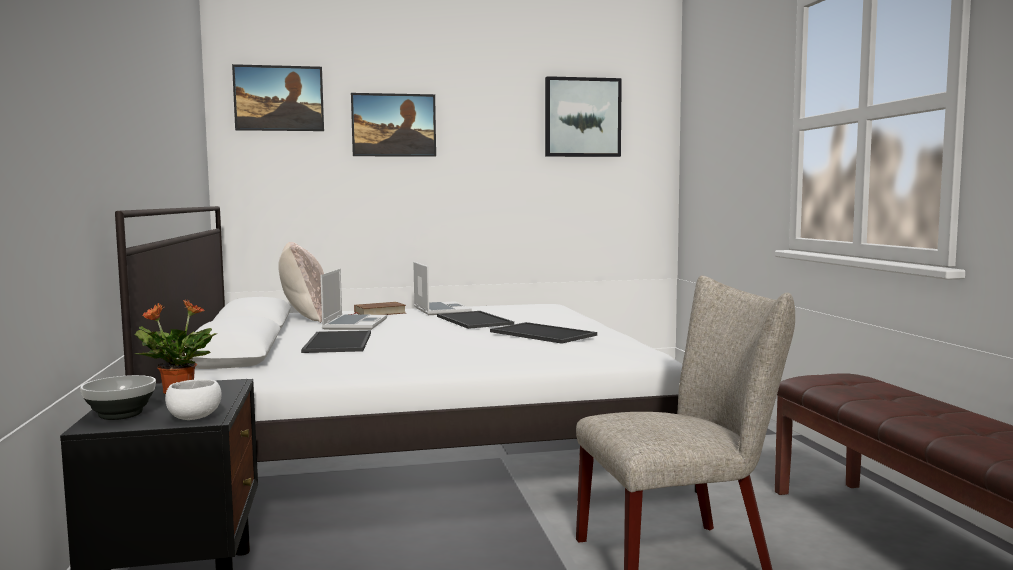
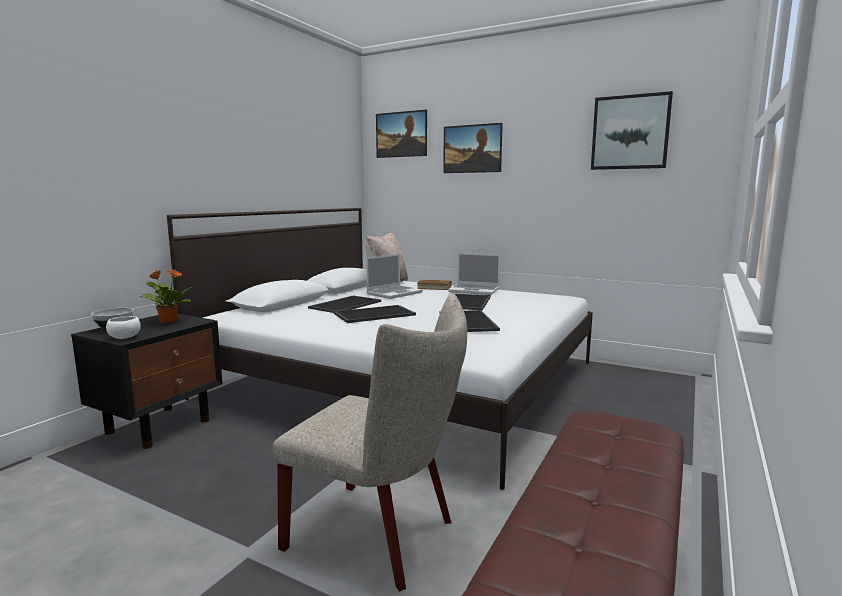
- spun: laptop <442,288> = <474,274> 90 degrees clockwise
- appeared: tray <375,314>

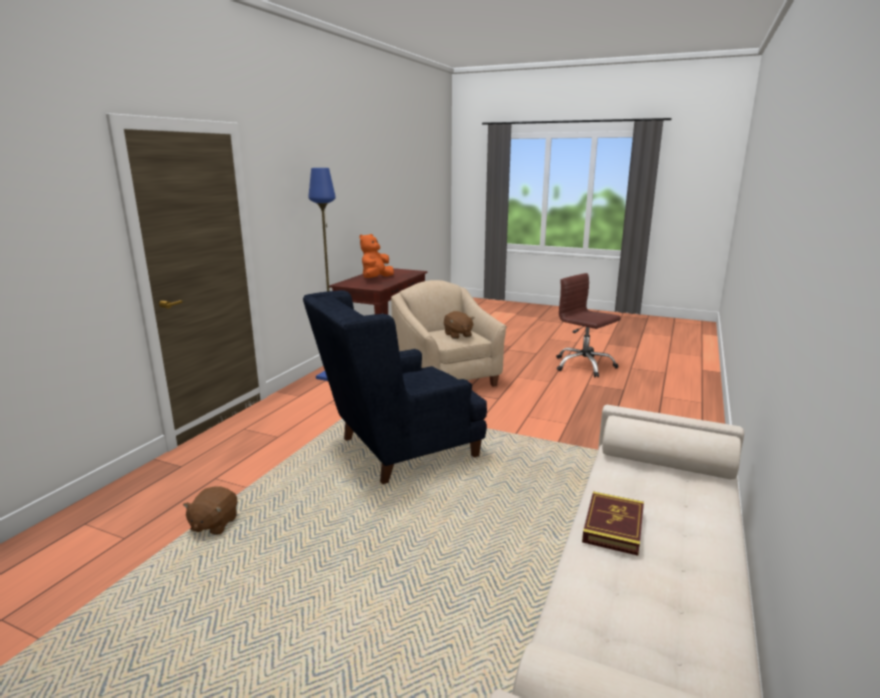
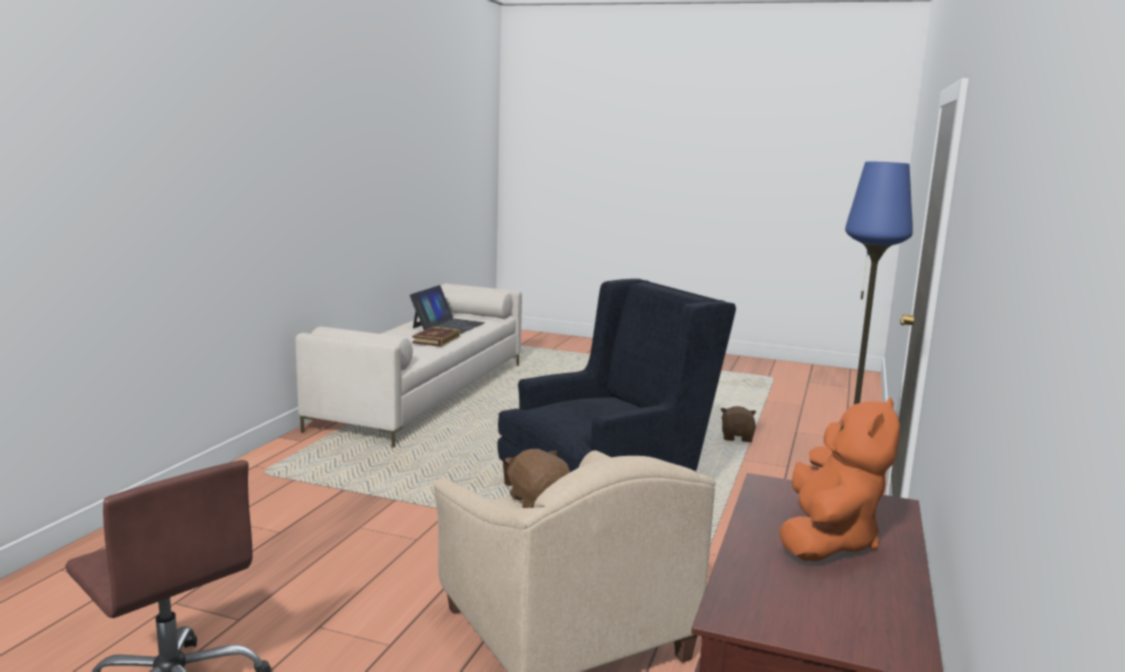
- appeared: laptop <447,309>

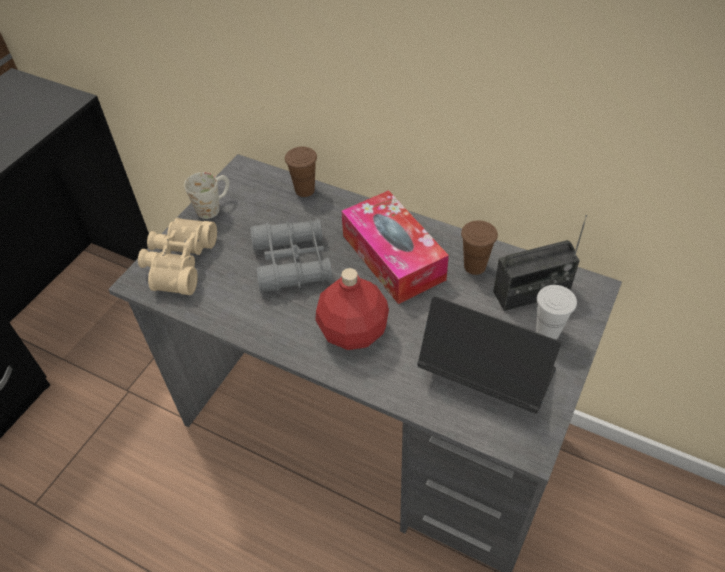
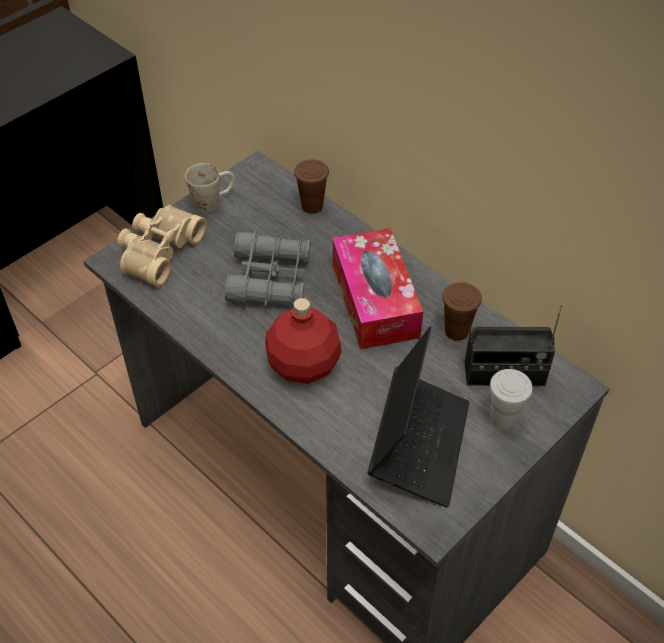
- spun: laptop <489,355> = <418,417> 60 degrees clockwise

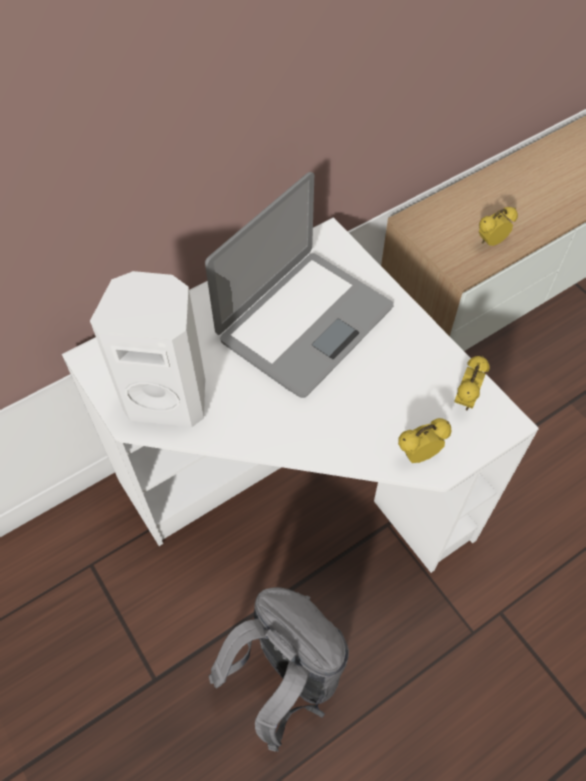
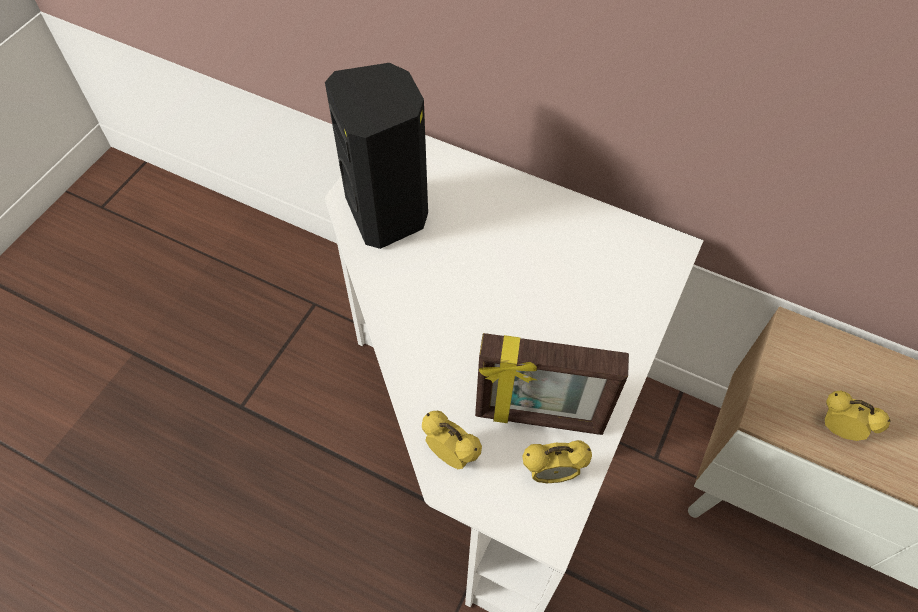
- colour: white speaker <147,349> to black speaker <376,156>
- missing: laptop <299,285>
- missing: grey backpack <279,669>
- appeared: picture frame <552,384>

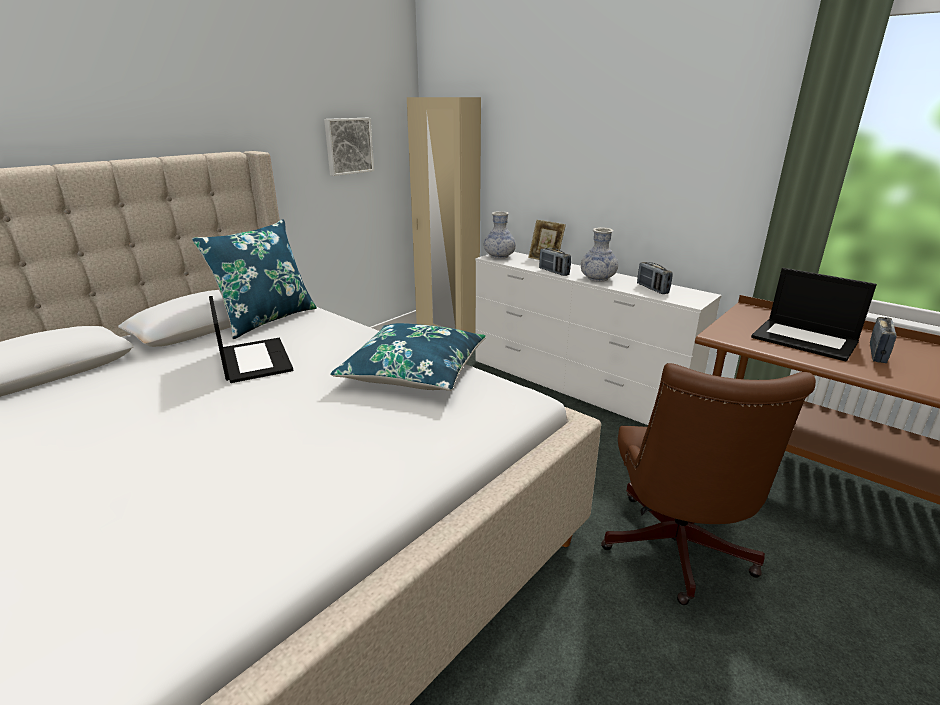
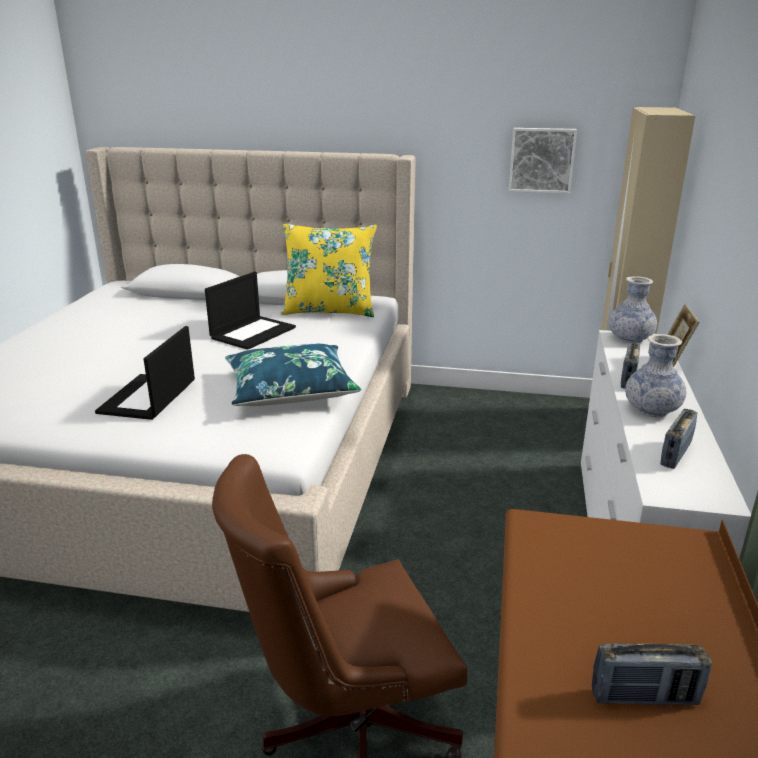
- colour: blue pillow <254,279> to yellow pillow <329,270>
- relocated: laptop <814,315> to <145,373>

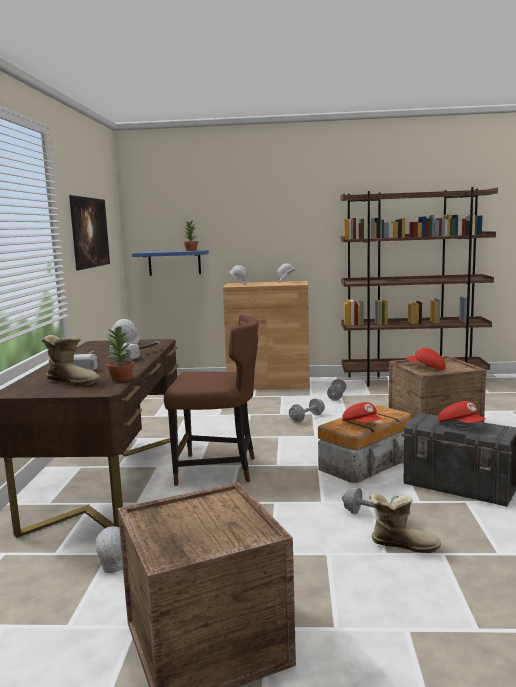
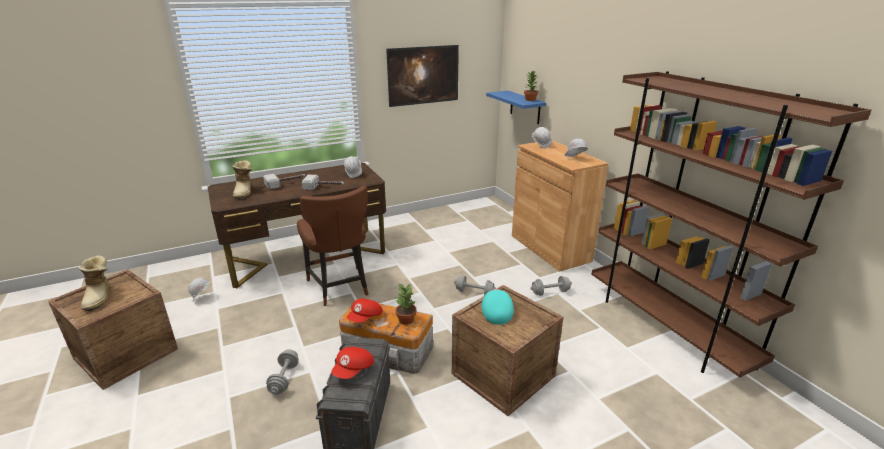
- relocated: potted plant <120,354> to <406,304>
- relocated: boot <405,523> to <93,283>
- colour: red cap <426,359> to turquoise cap <498,307>

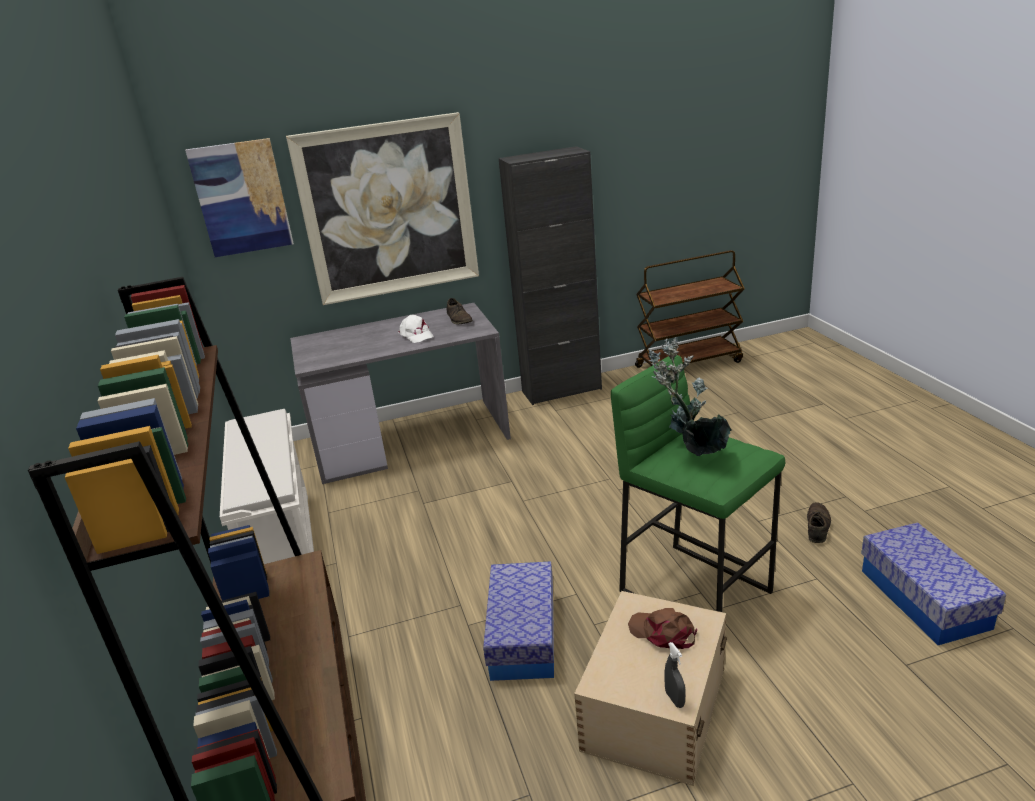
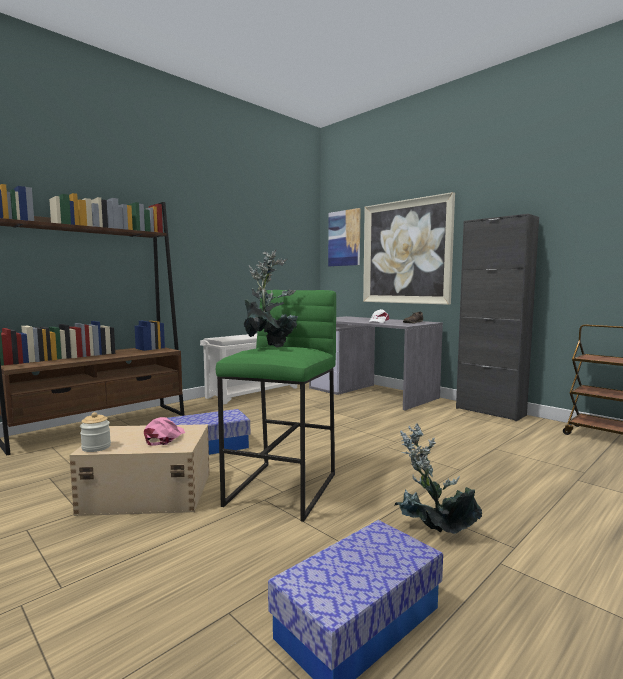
- colour: brown cap <662,628> to pink cap <164,431>
- exchanged: grey spray bottle <675,675> to jar <95,432>
- exchanged: brown shoe <819,522> to potted plant <438,479>

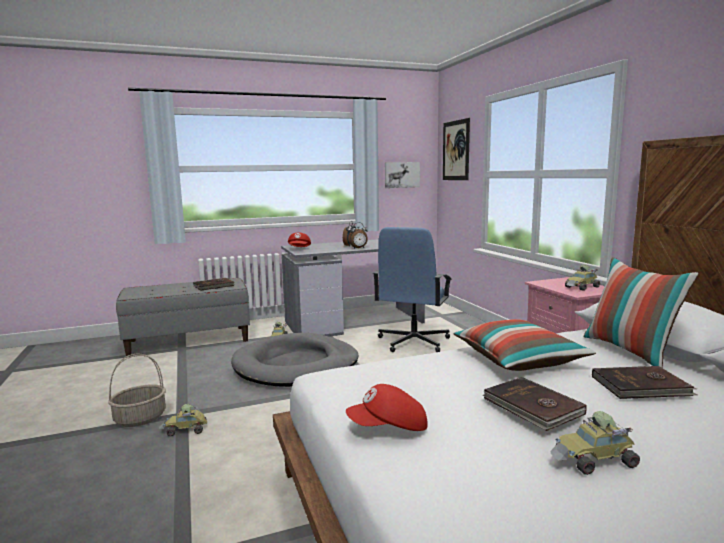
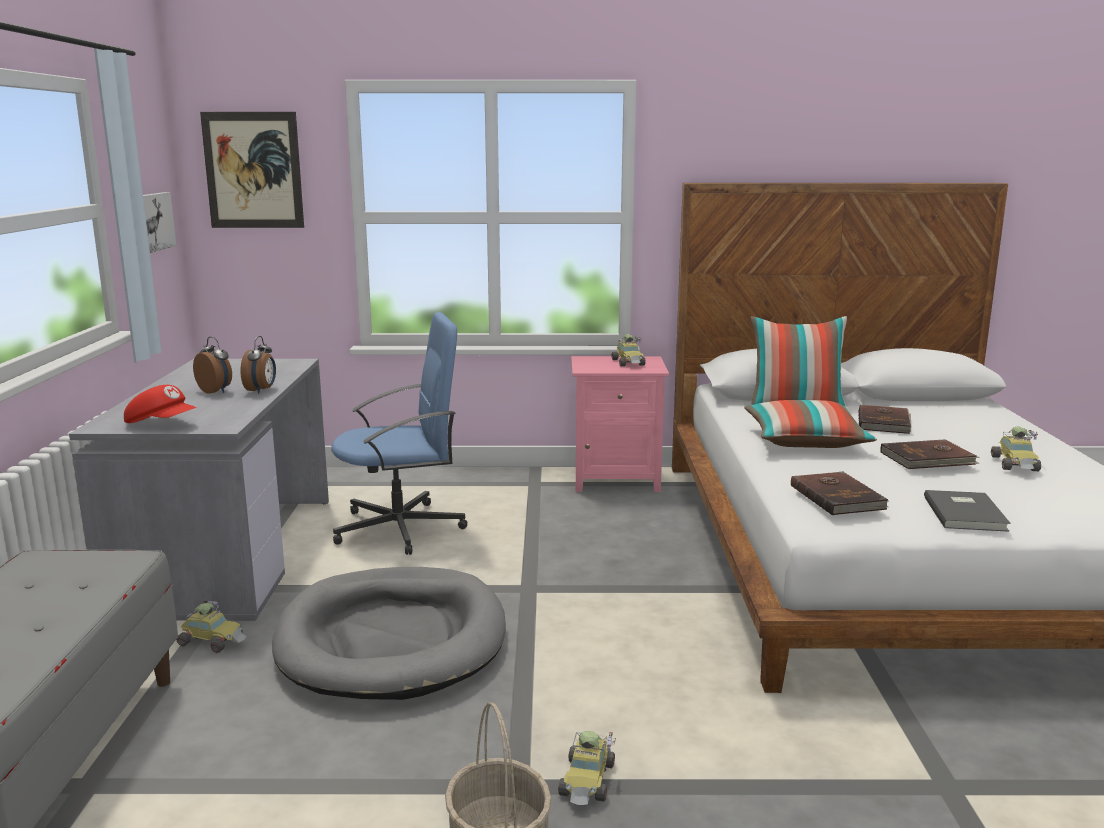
- relocated: brown book <214,284> to <840,493>
- exchanged: red cap <387,407> to grey book <967,511>
- spun: blue office chair <412,289> = <399,433> 60 degrees counterclockwise

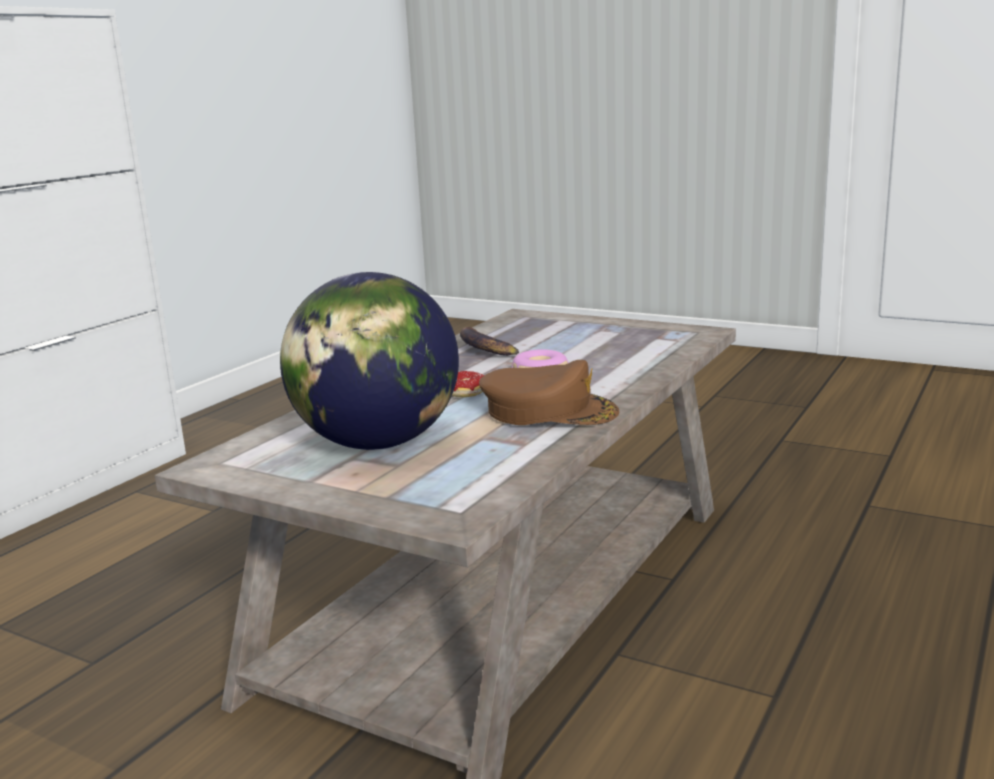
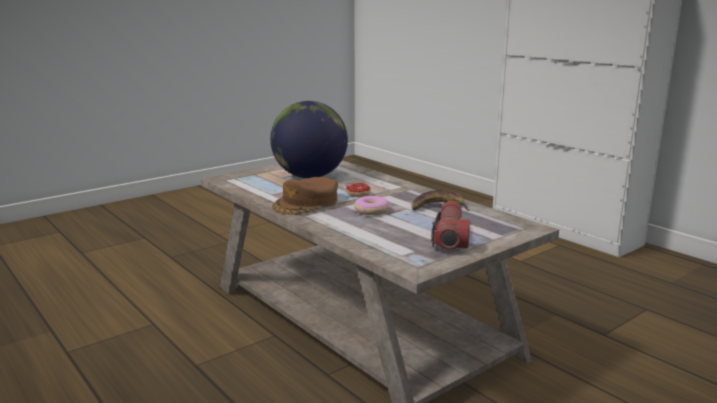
- appeared: flashlight <450,225>

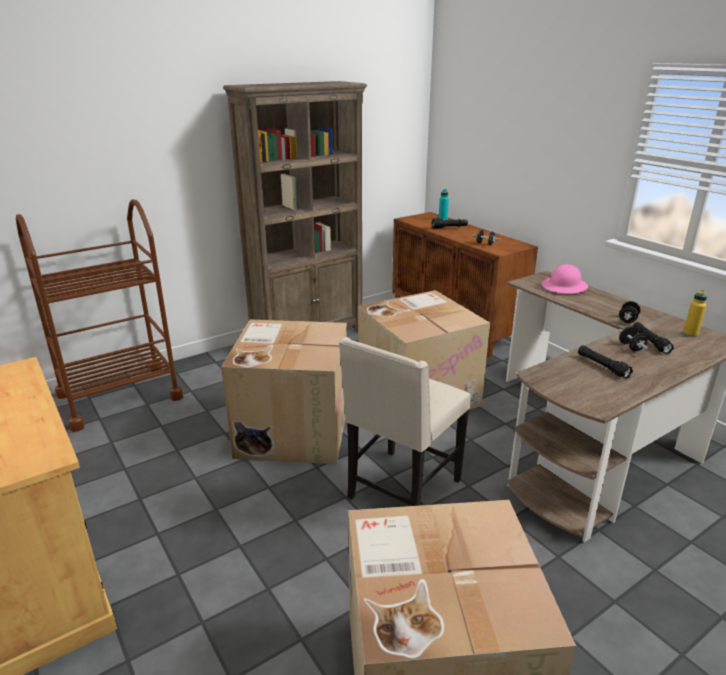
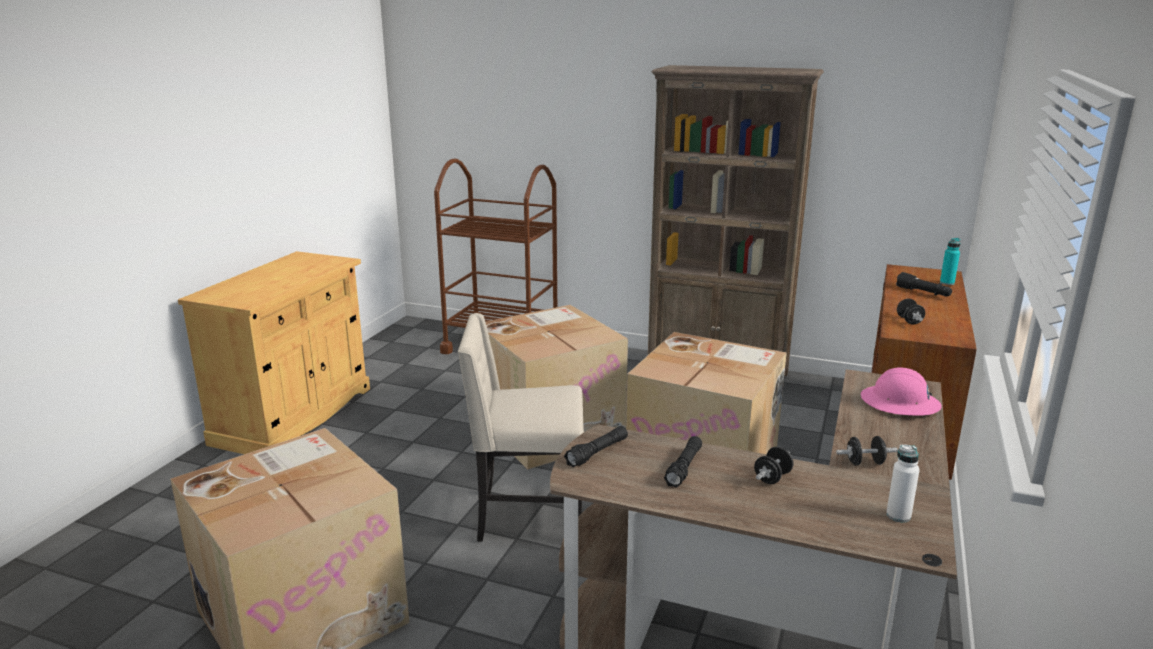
- relocated: black flashlight <653,338> to <596,446>
- colour: yellow bottle <695,313> to white bottle <903,483>

